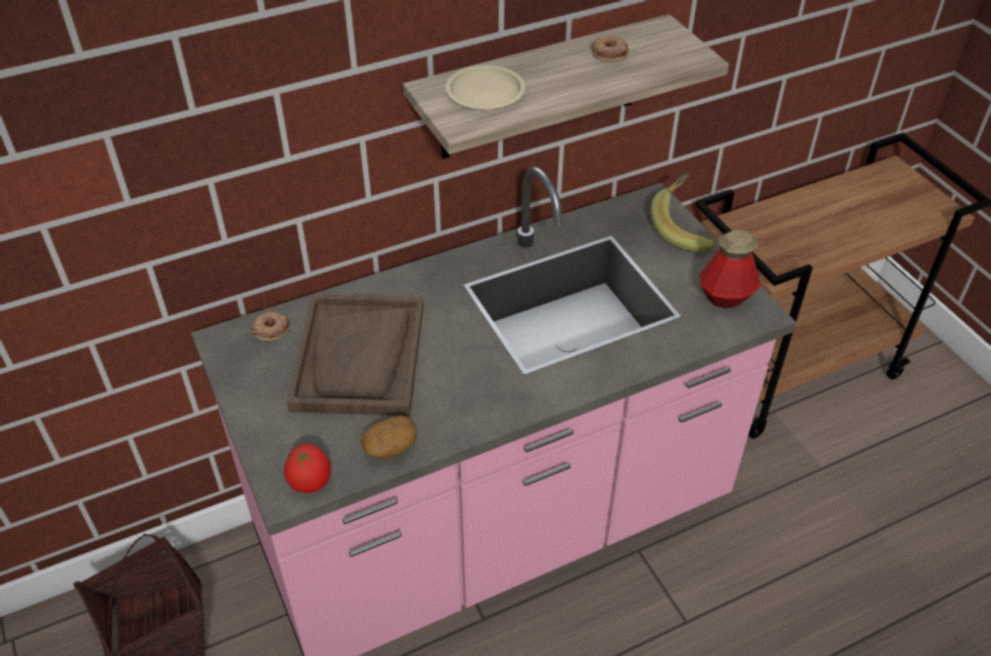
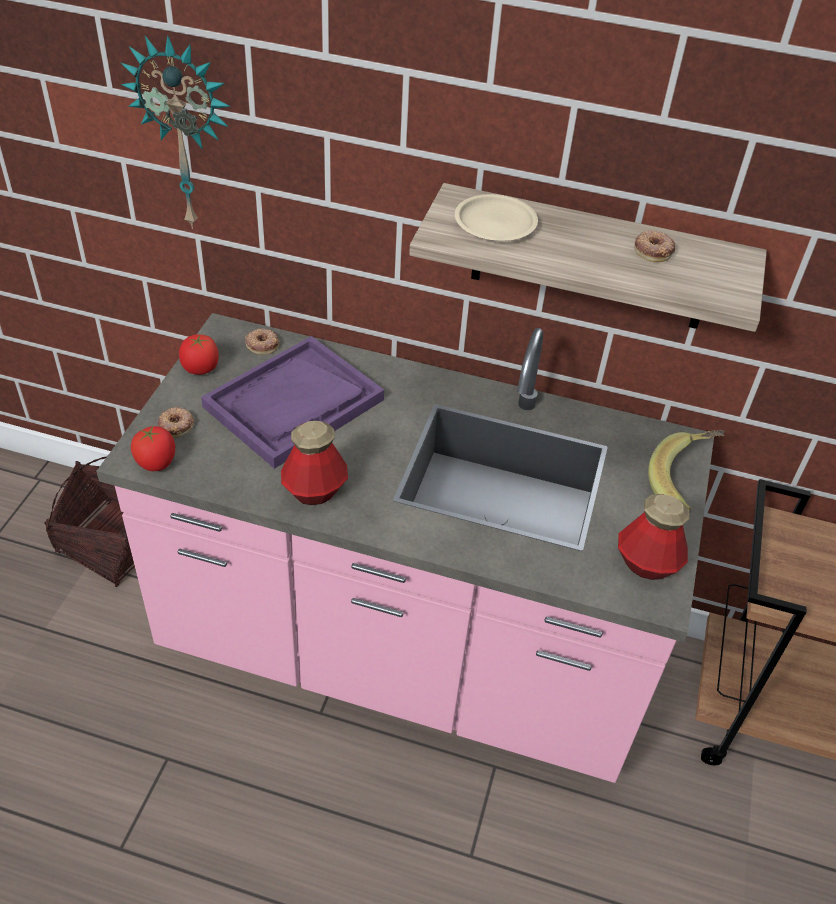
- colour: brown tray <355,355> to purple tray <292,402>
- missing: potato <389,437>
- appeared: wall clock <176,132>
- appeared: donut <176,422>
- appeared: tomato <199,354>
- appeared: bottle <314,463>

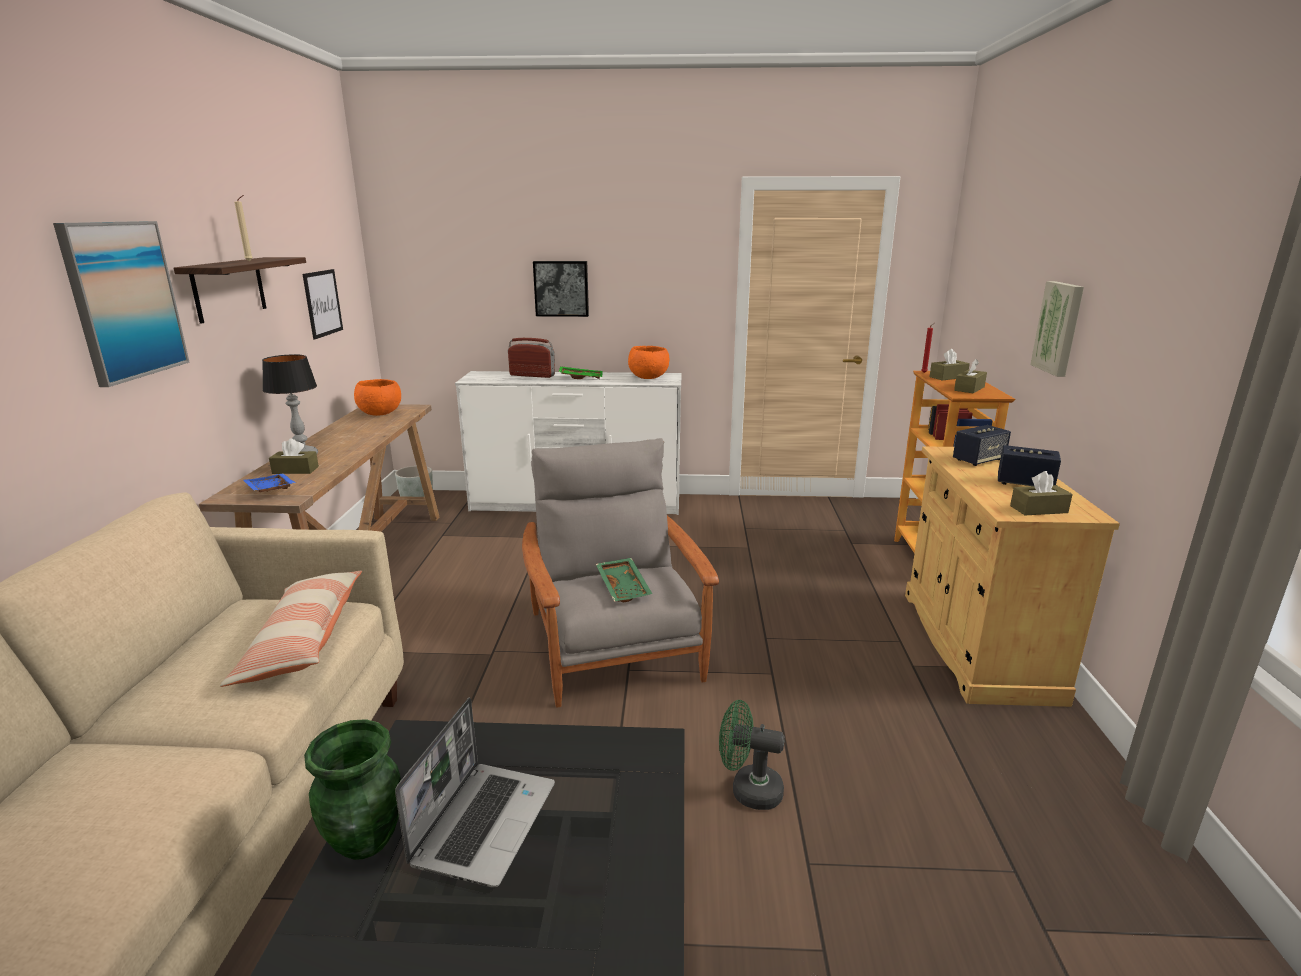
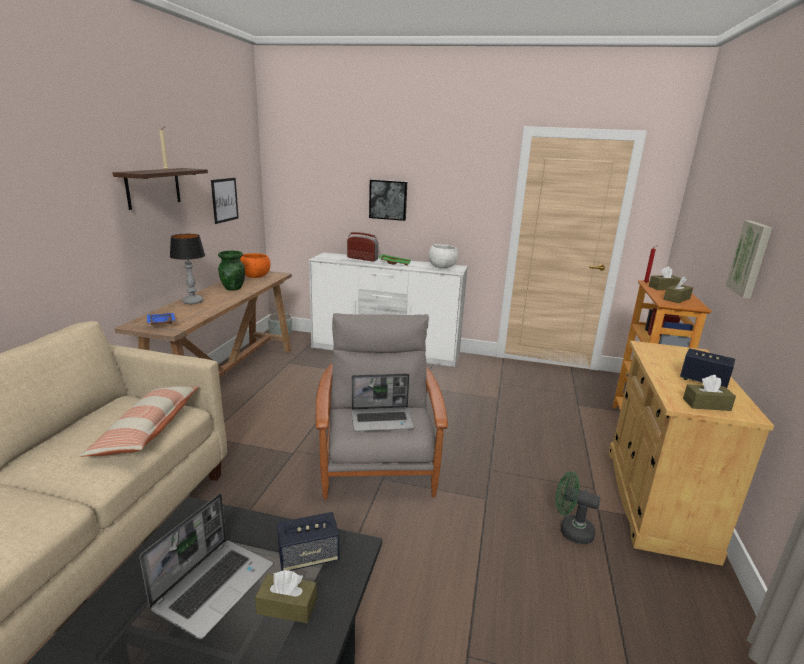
- missing: picture <121,304>
- relocated: brown tissue box <294,456> to <286,596>
- relocated: green vase <352,789> to <231,270>
- exchanged: green tray <624,580> to laptop <382,402>
- colour: orange bowl <648,362> to white bowl <443,256>
- relocated: green fan <752,755> to <578,507>
- relocated: speaker <982,445> to <308,541>

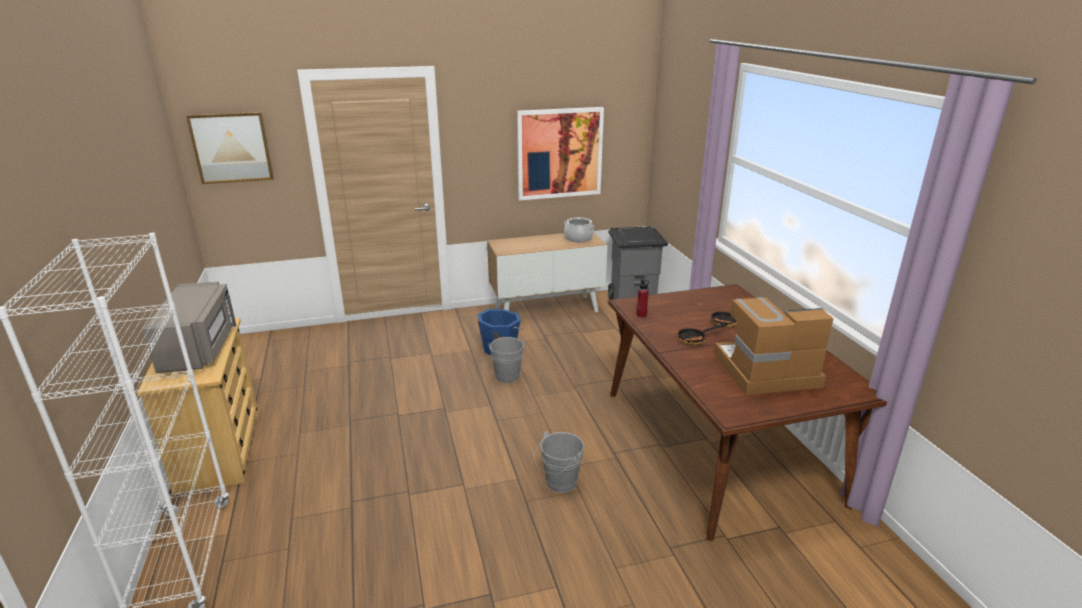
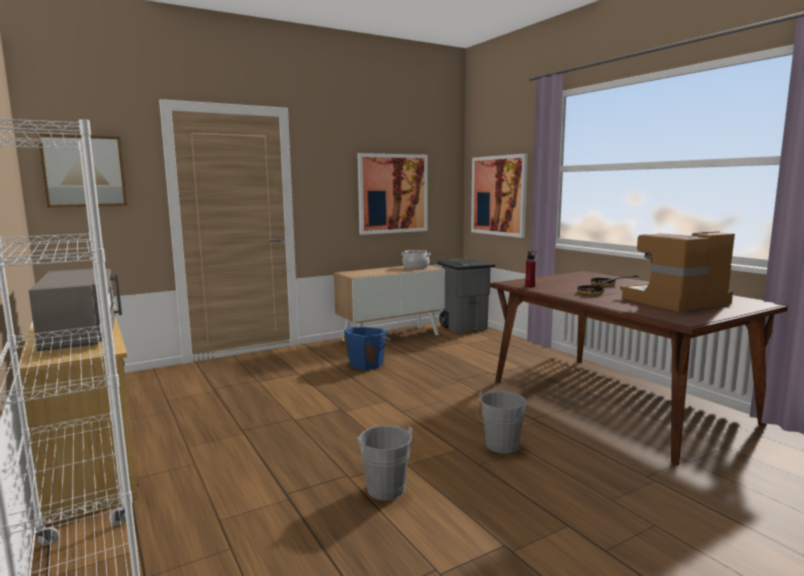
- relocated: grey bucket <506,360> to <384,463>
- appeared: picture <499,196>

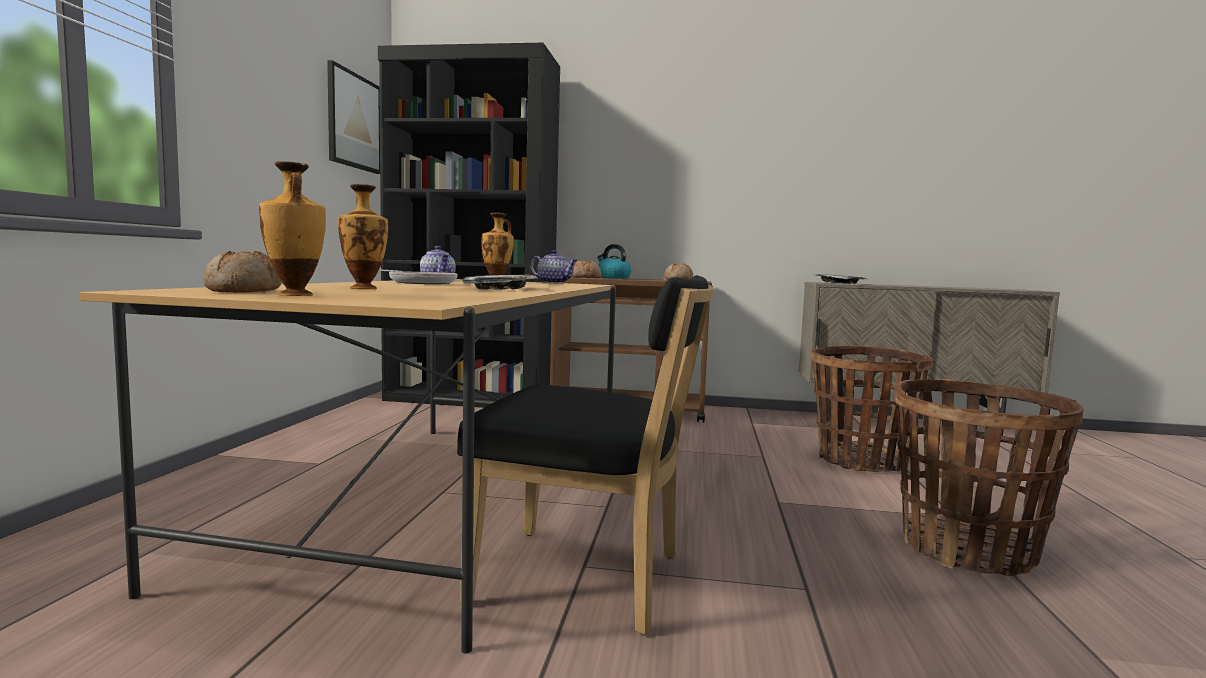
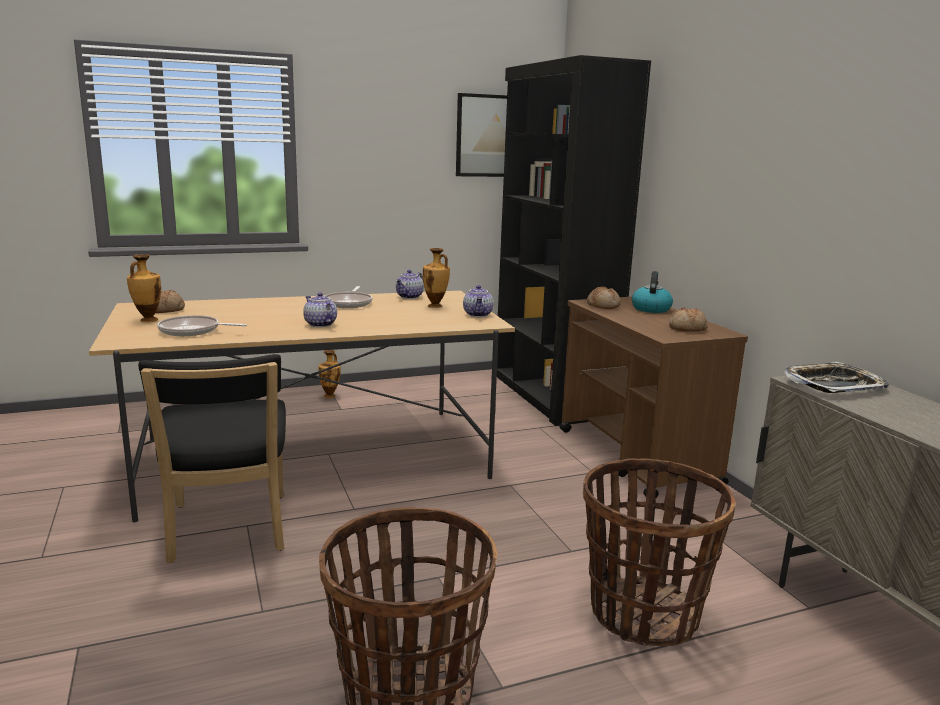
- relocated: vase <363,236> to <329,374>
- exchanged: tray <500,282> to teapot <320,310>
- appeared: frying pan <202,325>

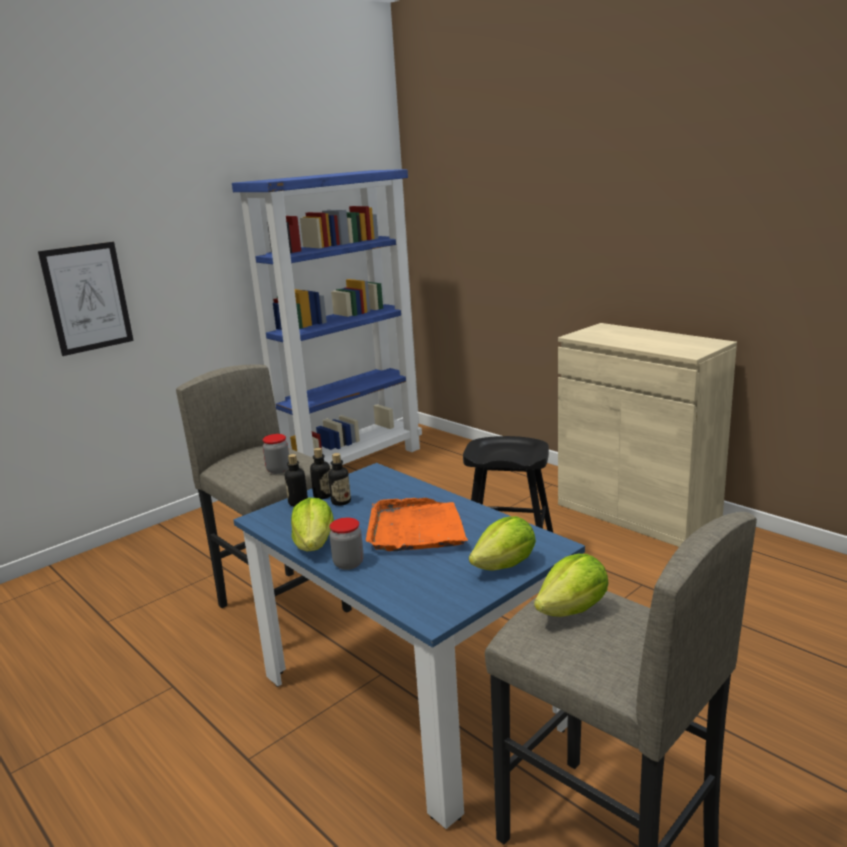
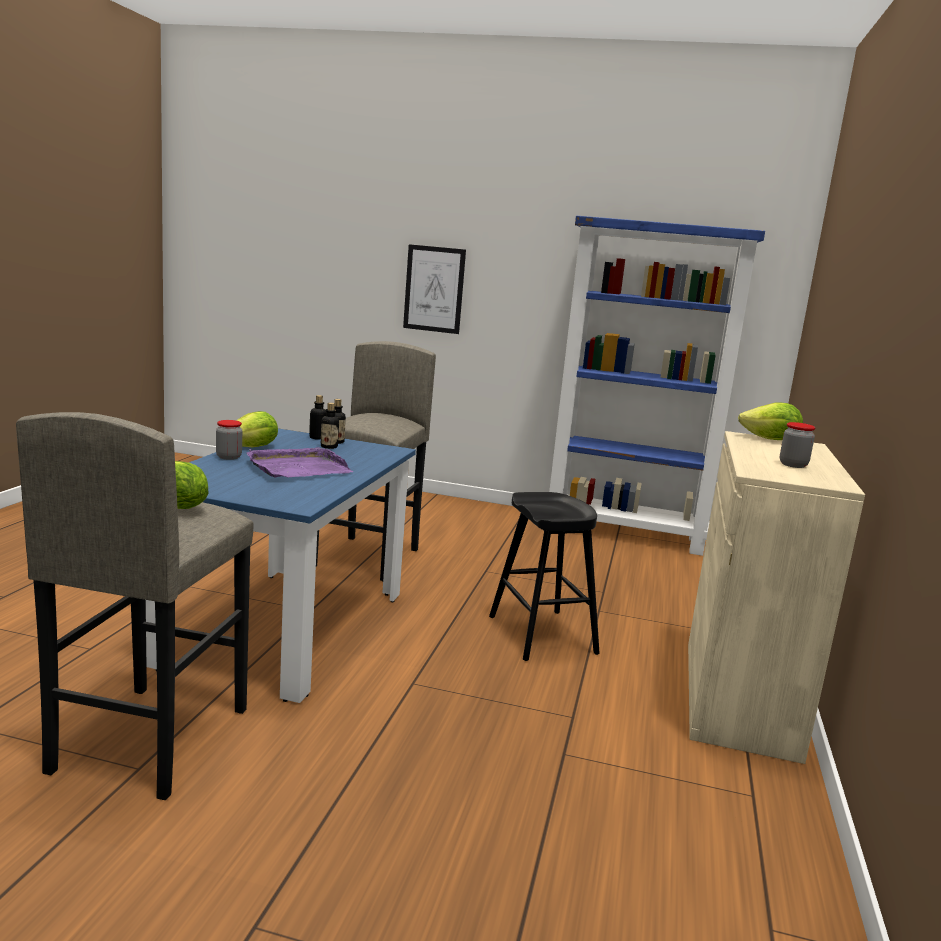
- relocated: jar <276,454> to <797,445>
- colour: orange tray <417,524> to purple tray <300,462>
- relocated: lettuce <502,543> to <770,421>

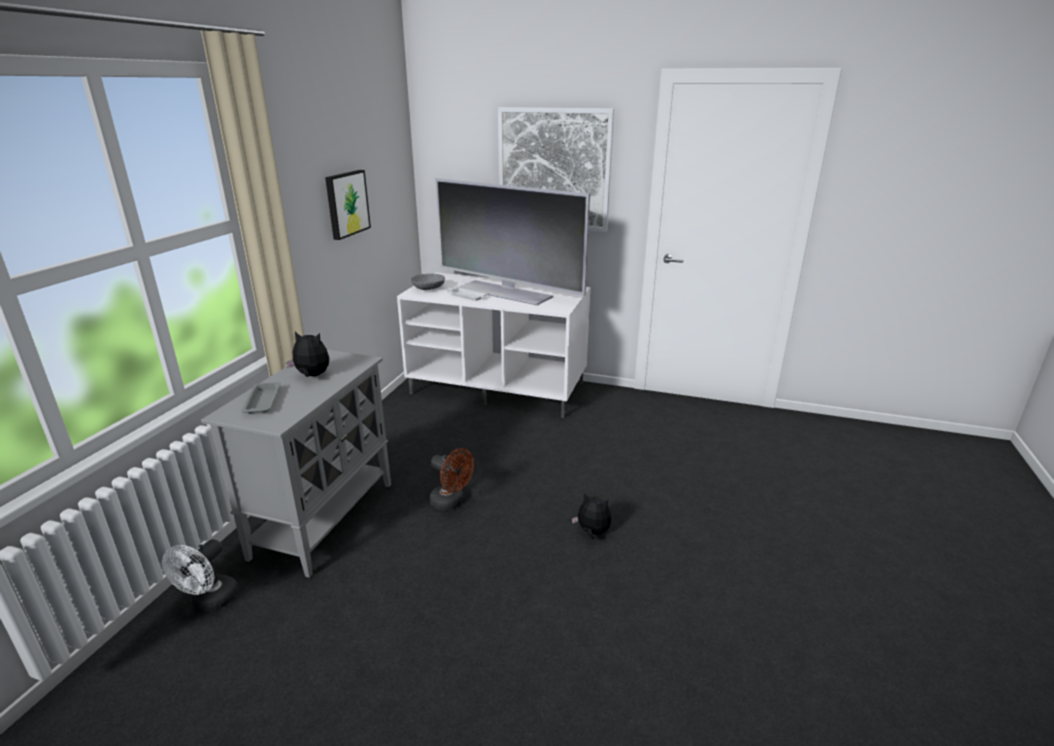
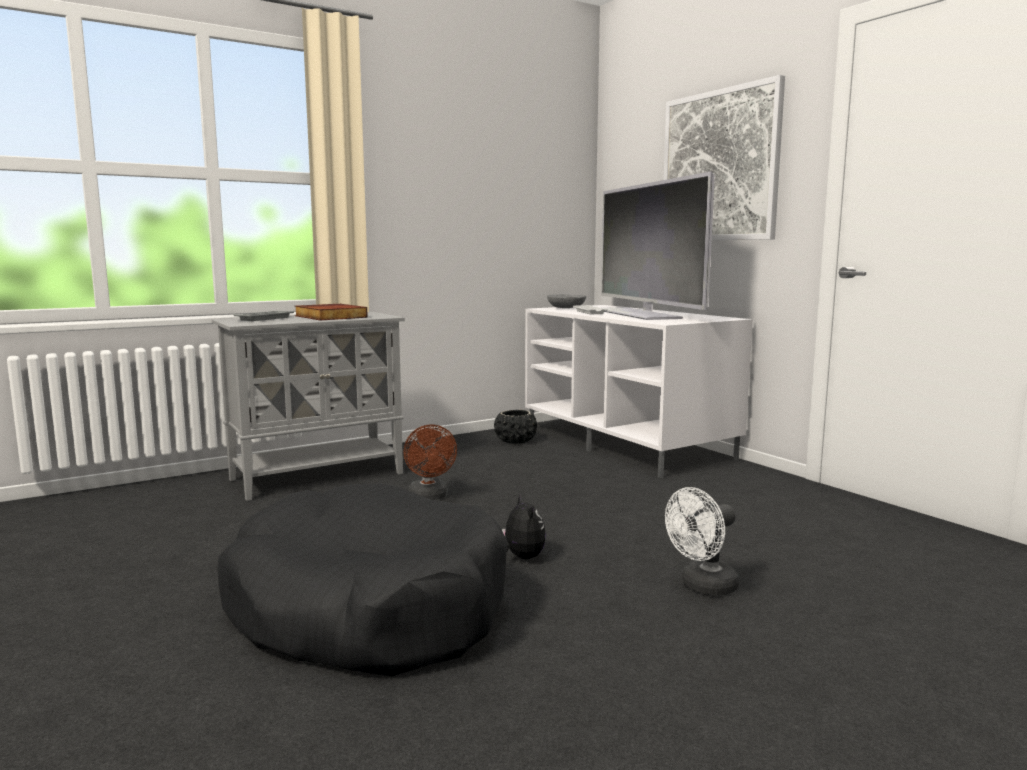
- relocated: white fan <200,575> to <702,541>
- exchanged: plush toy <307,354> to book <331,312>
- missing: picture <348,205>
- appeared: black dog bed <362,579>
- appeared: black planter <515,427>

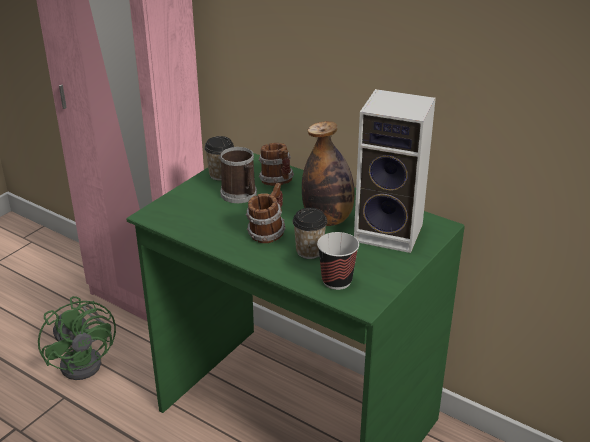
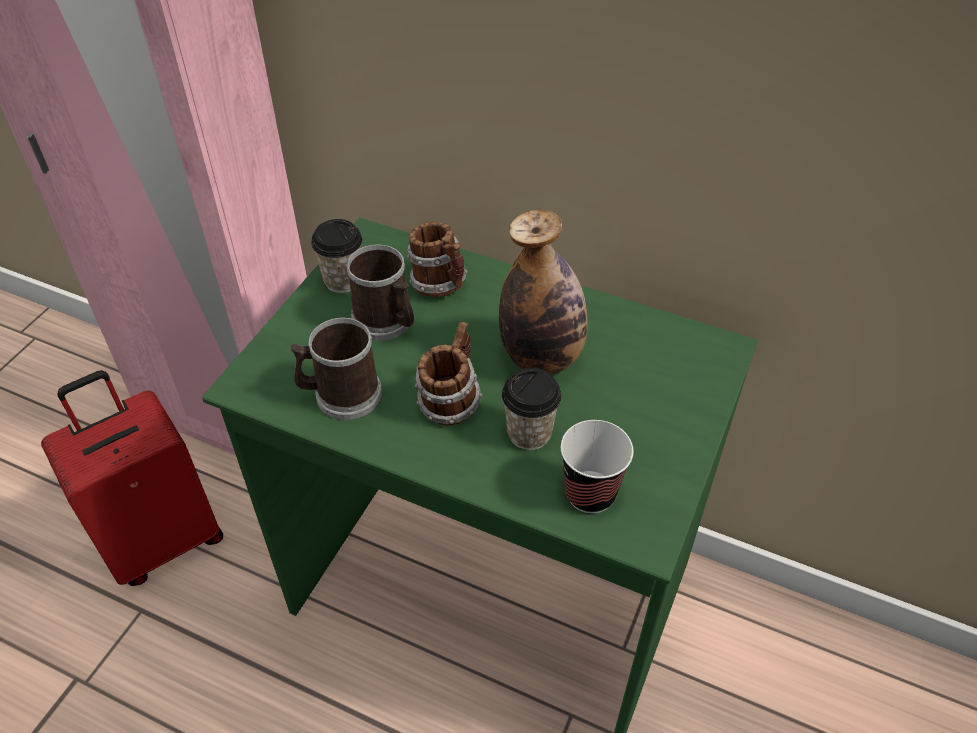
- exchanged: green fan <77,338> to red suitcase <132,478>
- missing: speaker <395,171>
- appeared: mug <336,369>

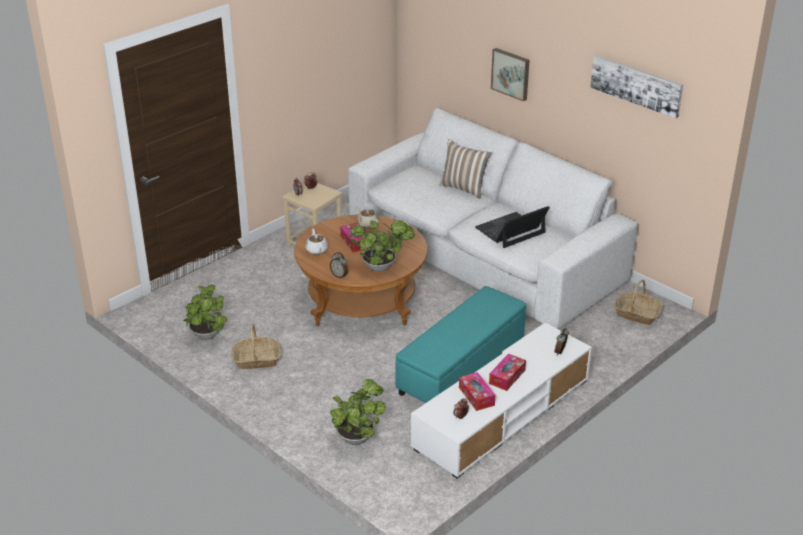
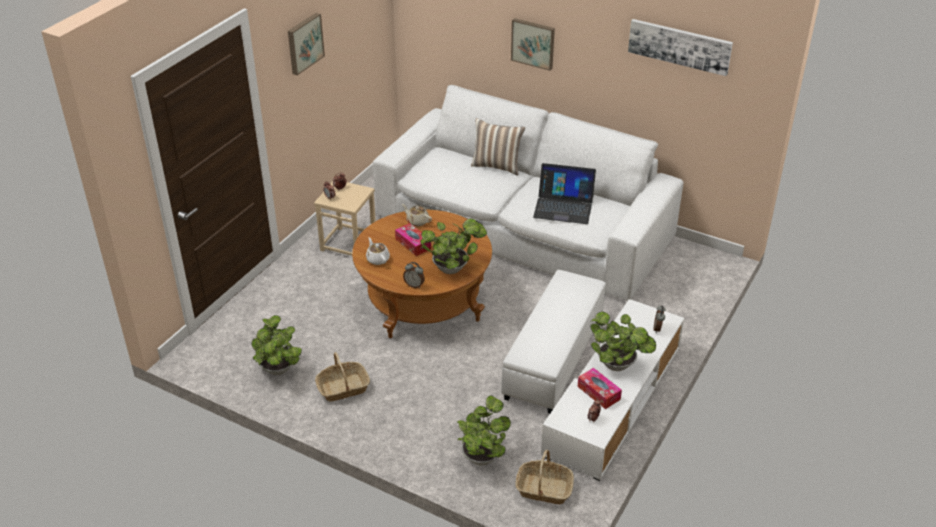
- colour: turquoise ottoman <461,344> to white ottoman <553,341>
- spun: laptop <512,227> = <564,193> 120 degrees counterclockwise
- exchanged: tissue box <507,372> to potted plant <623,341>
- relocated: basket <638,302> to <545,477>
- appeared: picture <306,44>

